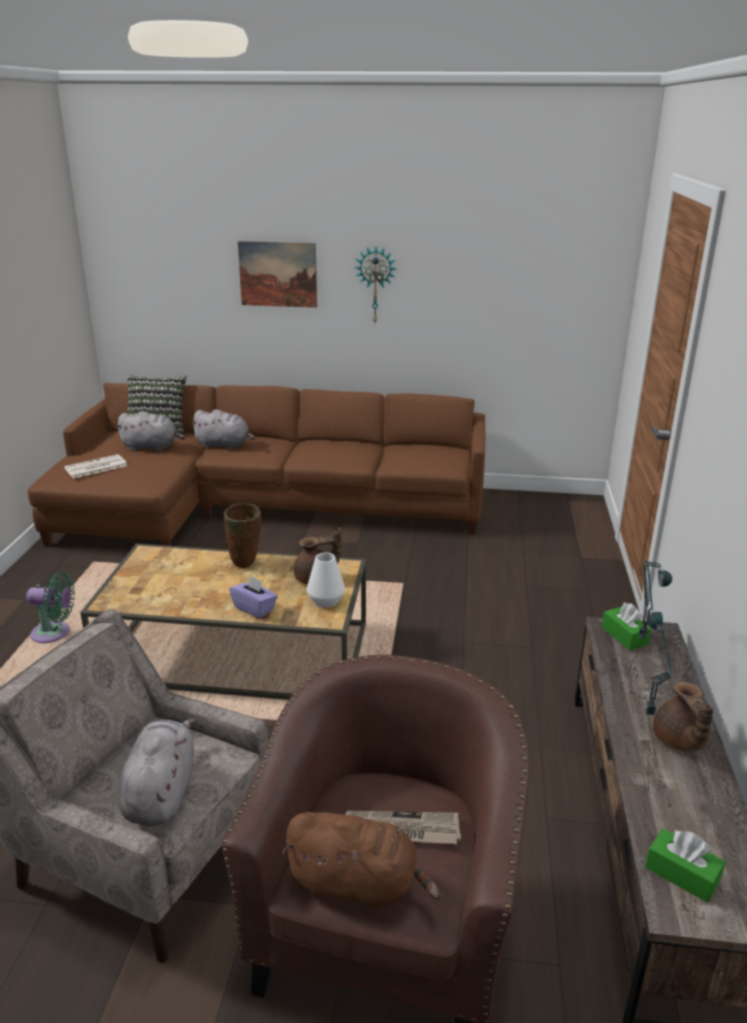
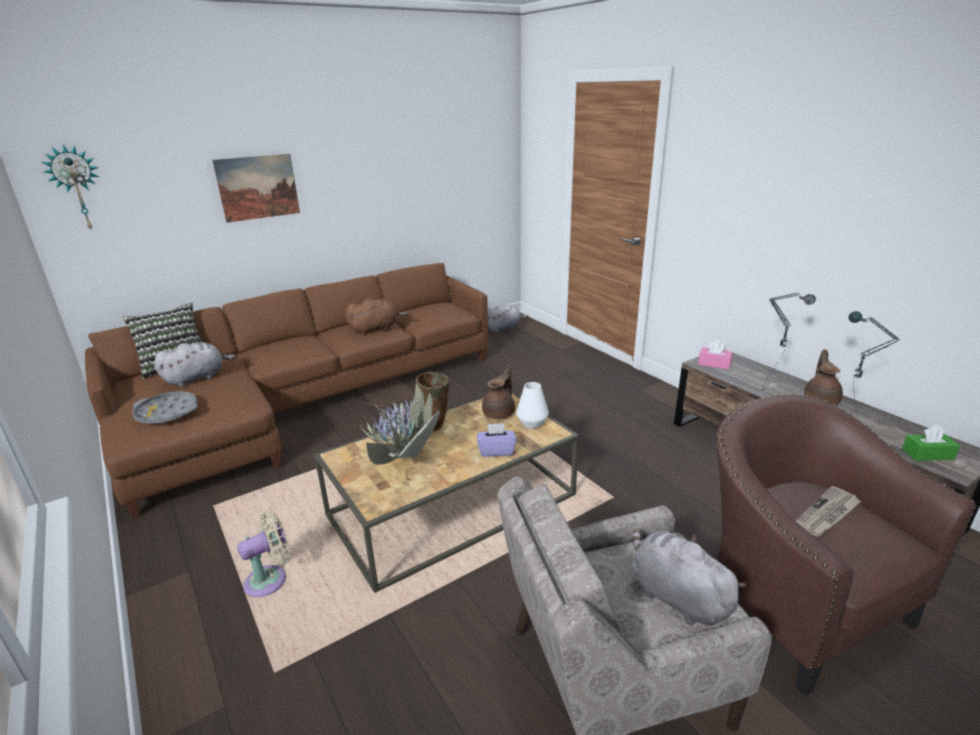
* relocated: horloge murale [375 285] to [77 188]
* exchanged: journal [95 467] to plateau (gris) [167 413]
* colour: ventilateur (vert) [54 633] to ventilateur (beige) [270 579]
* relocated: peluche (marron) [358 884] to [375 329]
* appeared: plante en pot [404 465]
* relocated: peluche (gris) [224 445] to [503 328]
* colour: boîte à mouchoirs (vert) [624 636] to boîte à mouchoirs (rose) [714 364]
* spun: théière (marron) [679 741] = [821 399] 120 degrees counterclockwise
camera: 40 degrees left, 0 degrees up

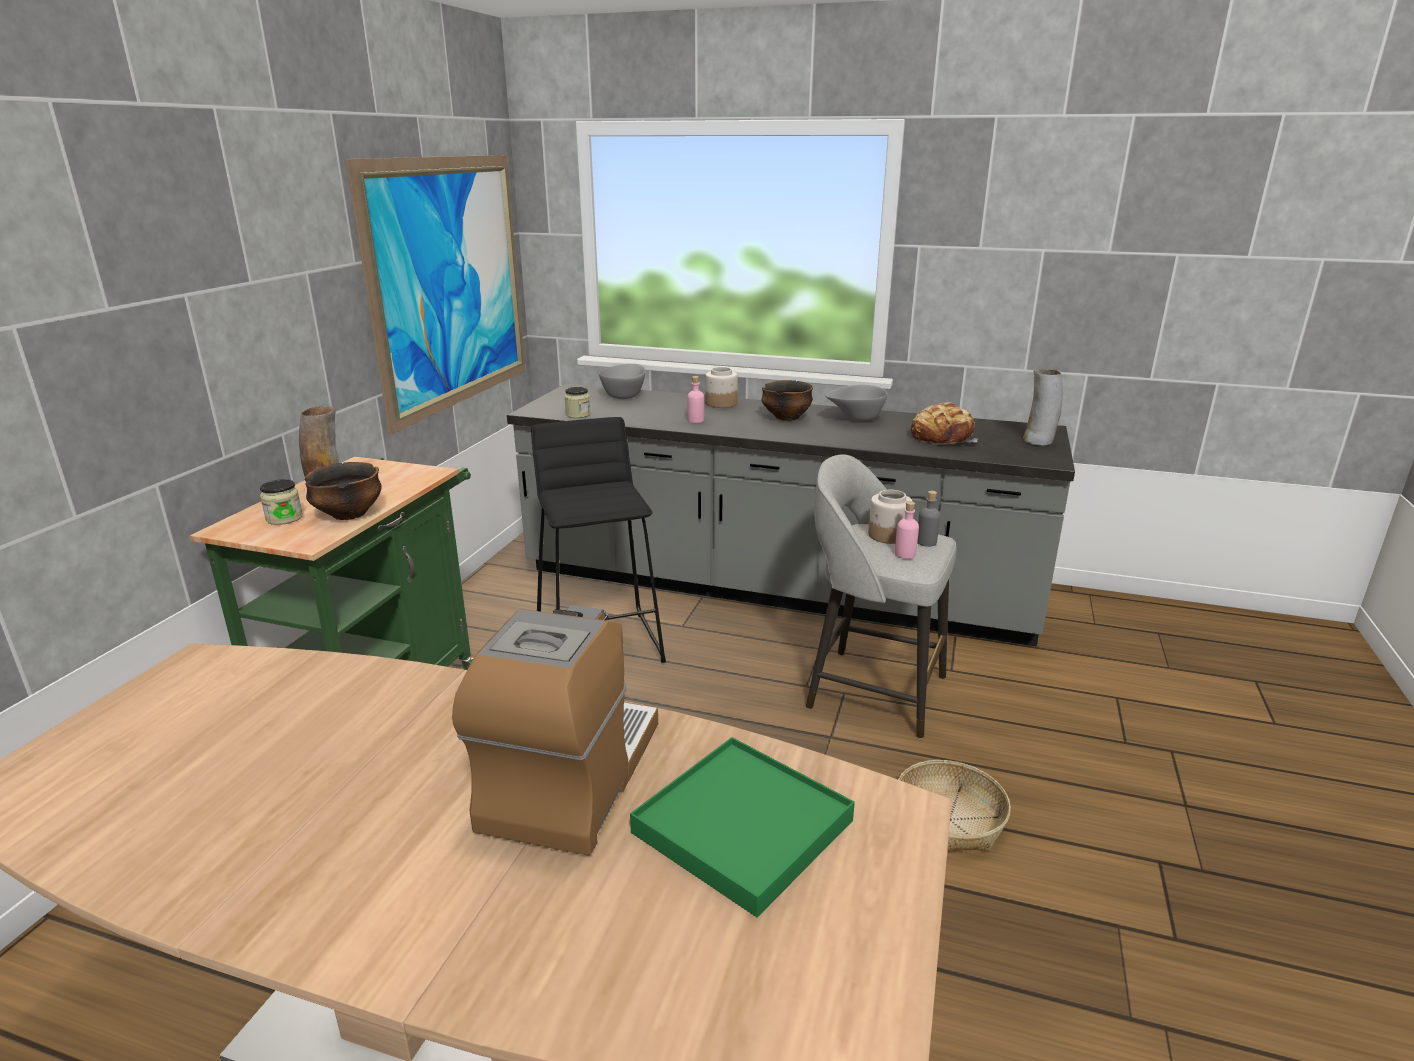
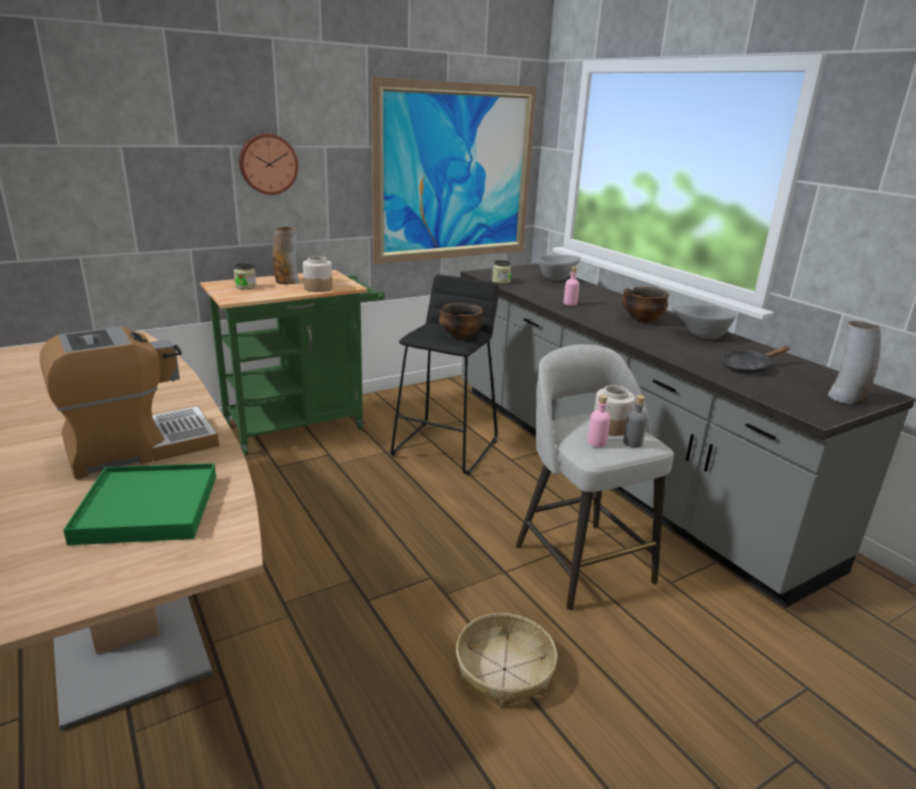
* appeared: horloge murale [268 164]
* relocated: bocal [720 403] to [317 288]
* relocated: bol [349 515] to [460 335]
* exchanged: pain [942 437] to poêle (noir) [748 367]
camera: 40 degrees right, 0 degrees up

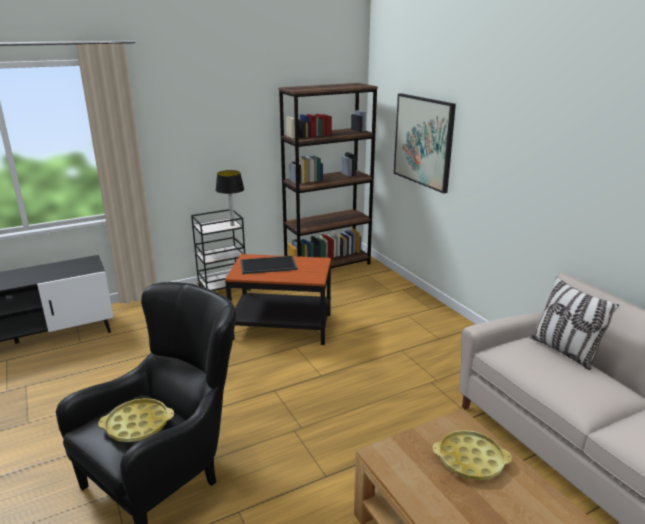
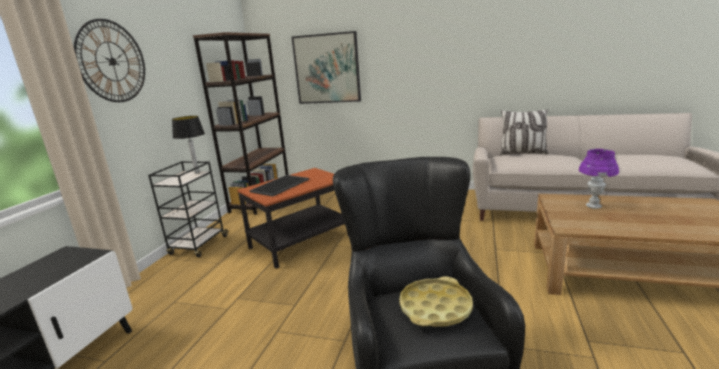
* appeared: horloge murale [112 61]
* exchanged: plateau (jaune) [470 460] to lampe de table (violet) [593 206]
camera: 45 degrees left, 5 degrees down

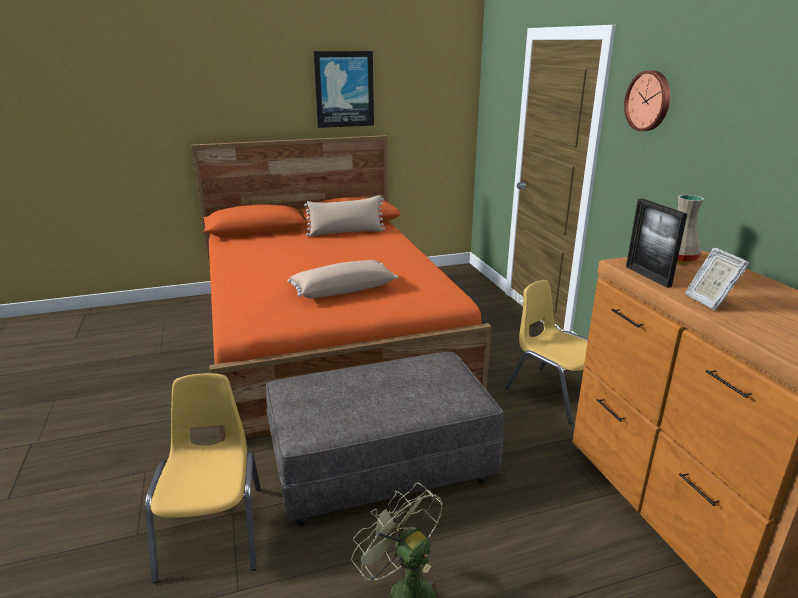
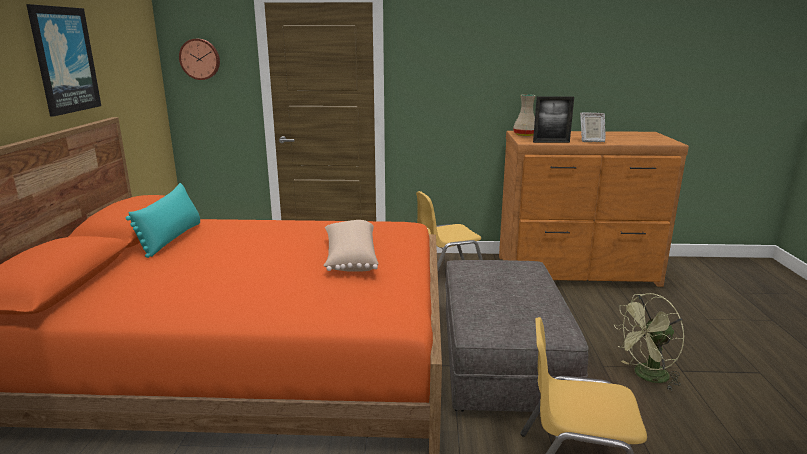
* colour: coussin (beige) [346 232] to coussin (turquoise) [171 238]
* relocated: horloge murale [649 101] to [200 59]
camera: 70 degrees left, 5 degrees down

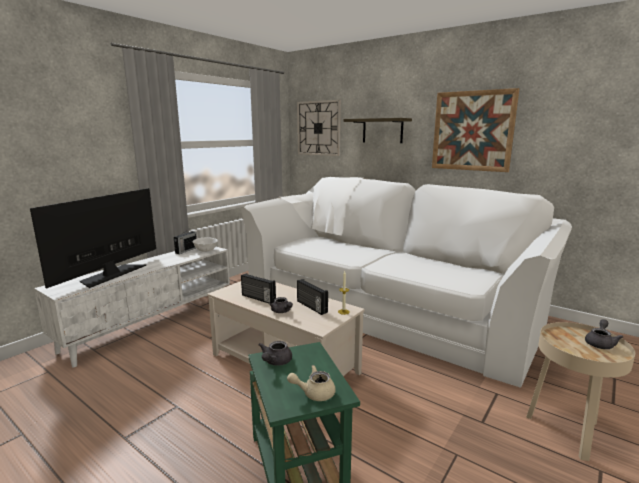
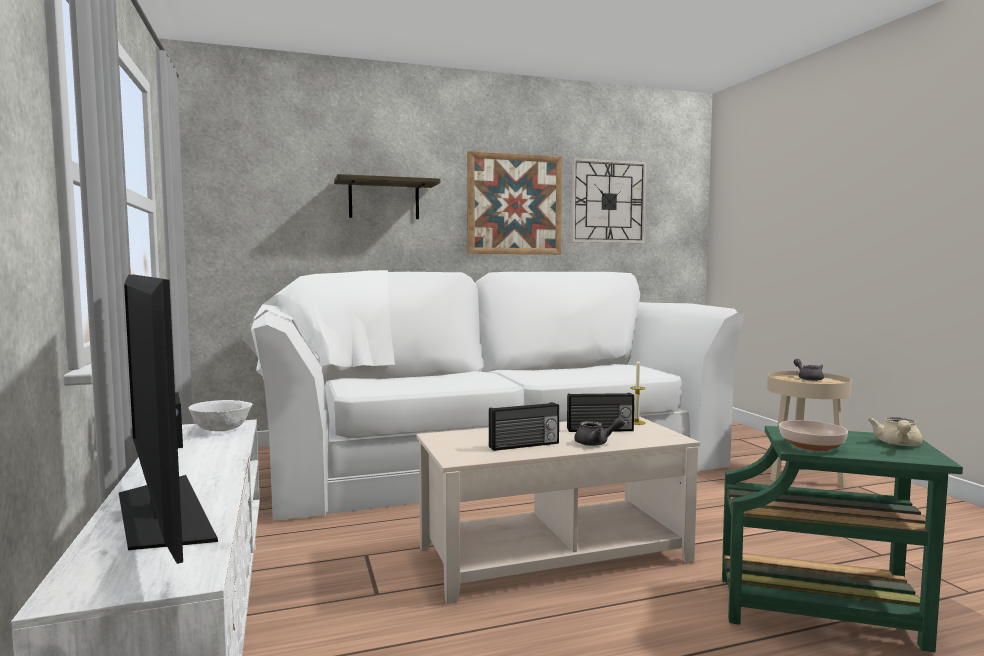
* relocated: horloge murale [318 128] to [608 201]
* exchanged: théière (gris) [275 362] to bol [813 446]
camera: 55 degrees left, 10 degrees down

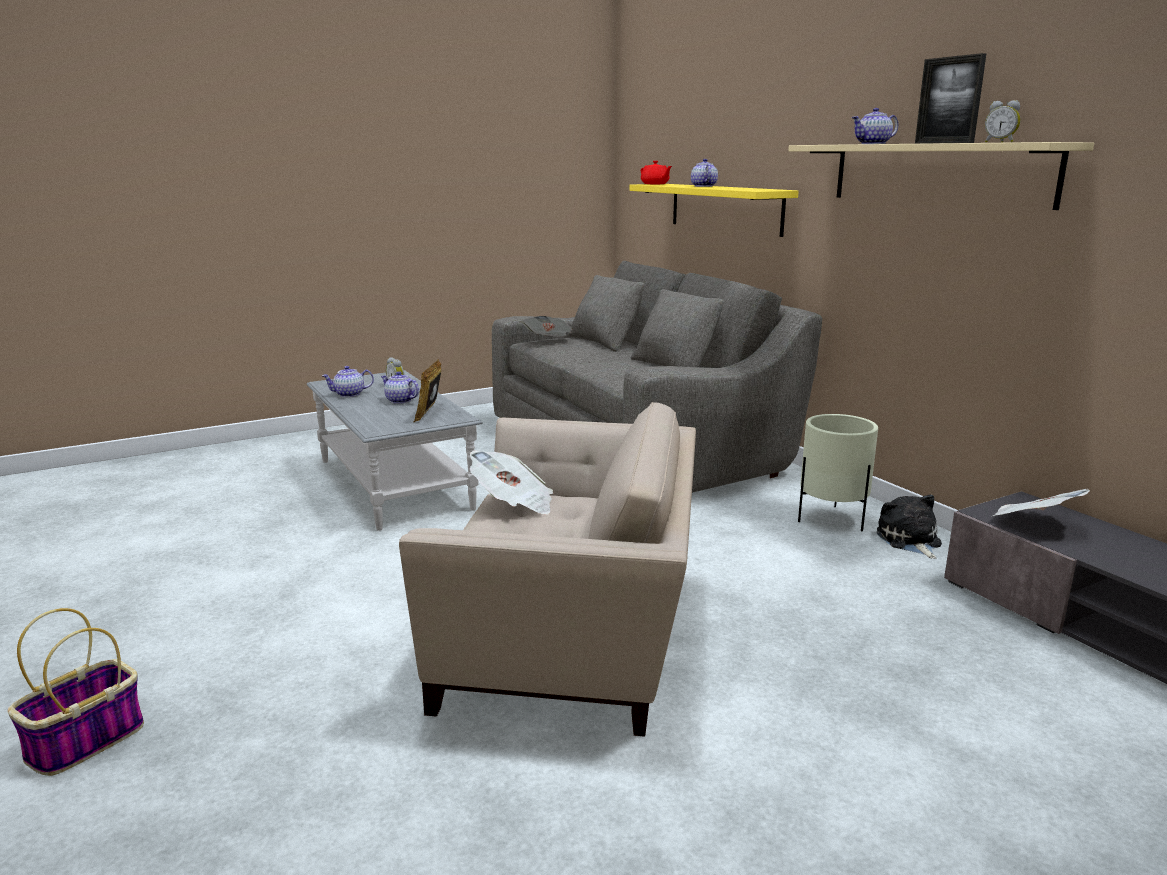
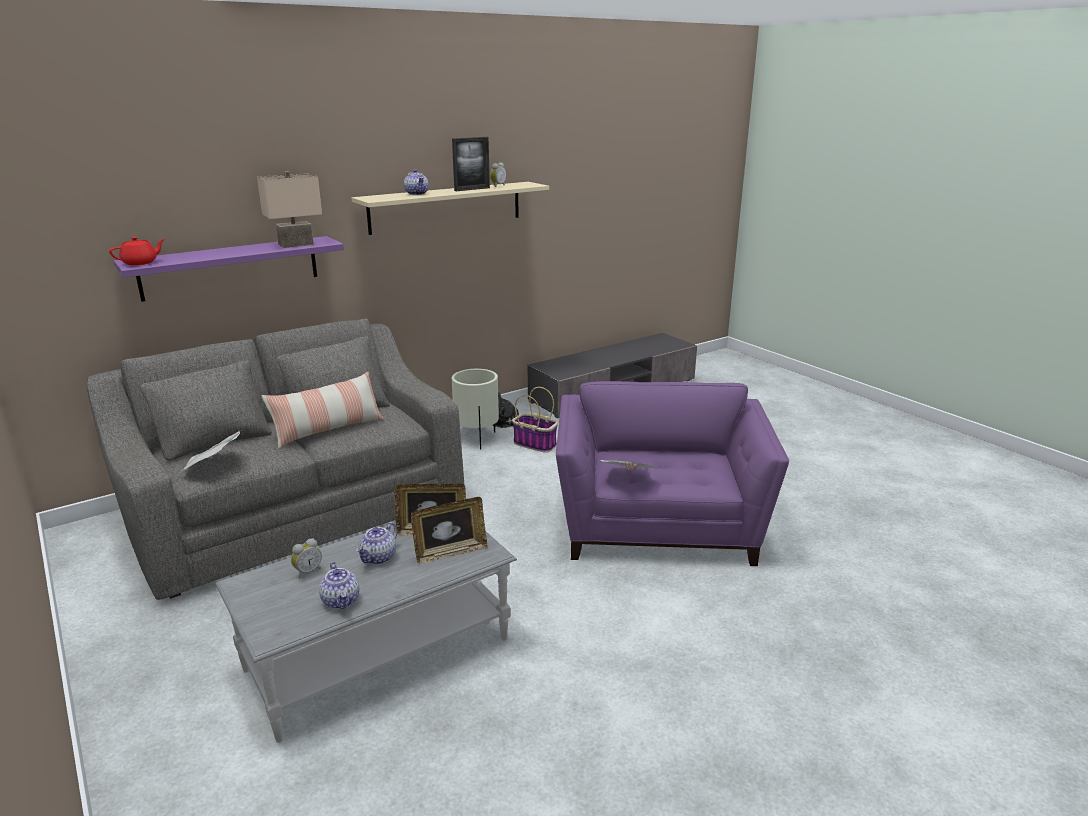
* colour: étagère (jaune) [725 208] to étagère (violet) [230 267]
* appeared: lampe de table (beige) [296 244]
* appeared: coussin [328 430]
* appeared: cadre photo [450 552]
* relocated: panier [85 742] to [536 444]
* colour: fauteuil (beige) [573 639] to fauteuil (violet) [659 523]
* missing: théière [703 186]
* missing: journal [1033 523]
camera: 95 degrees left, 5 degrees up

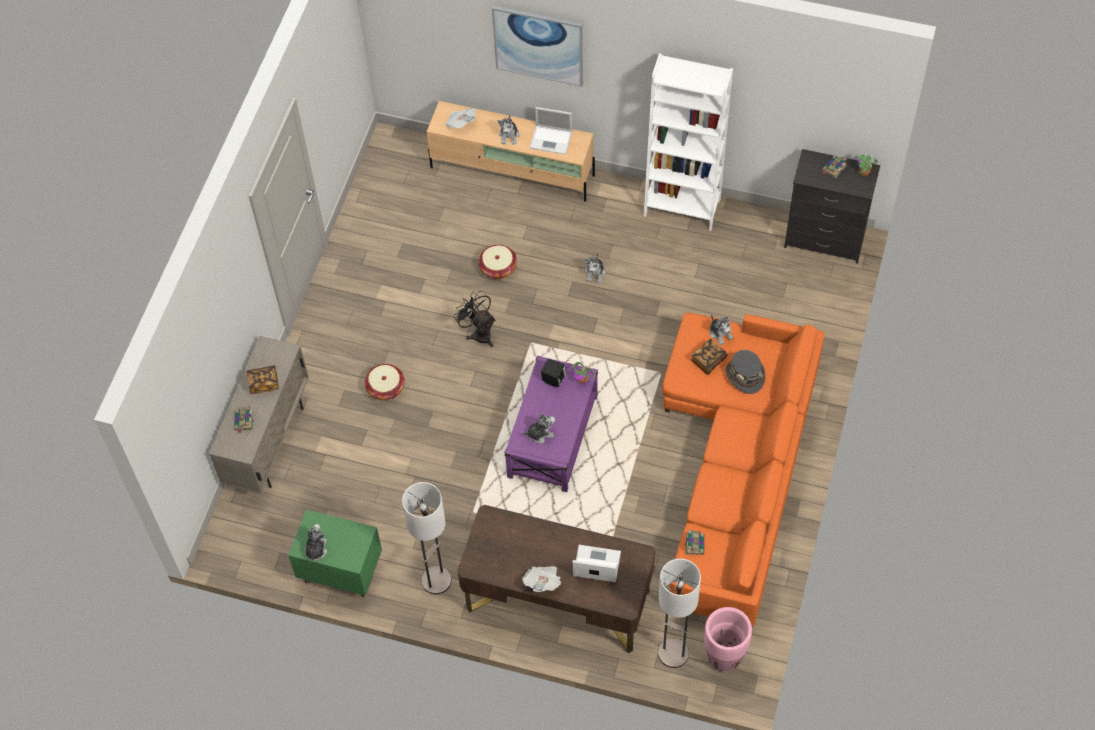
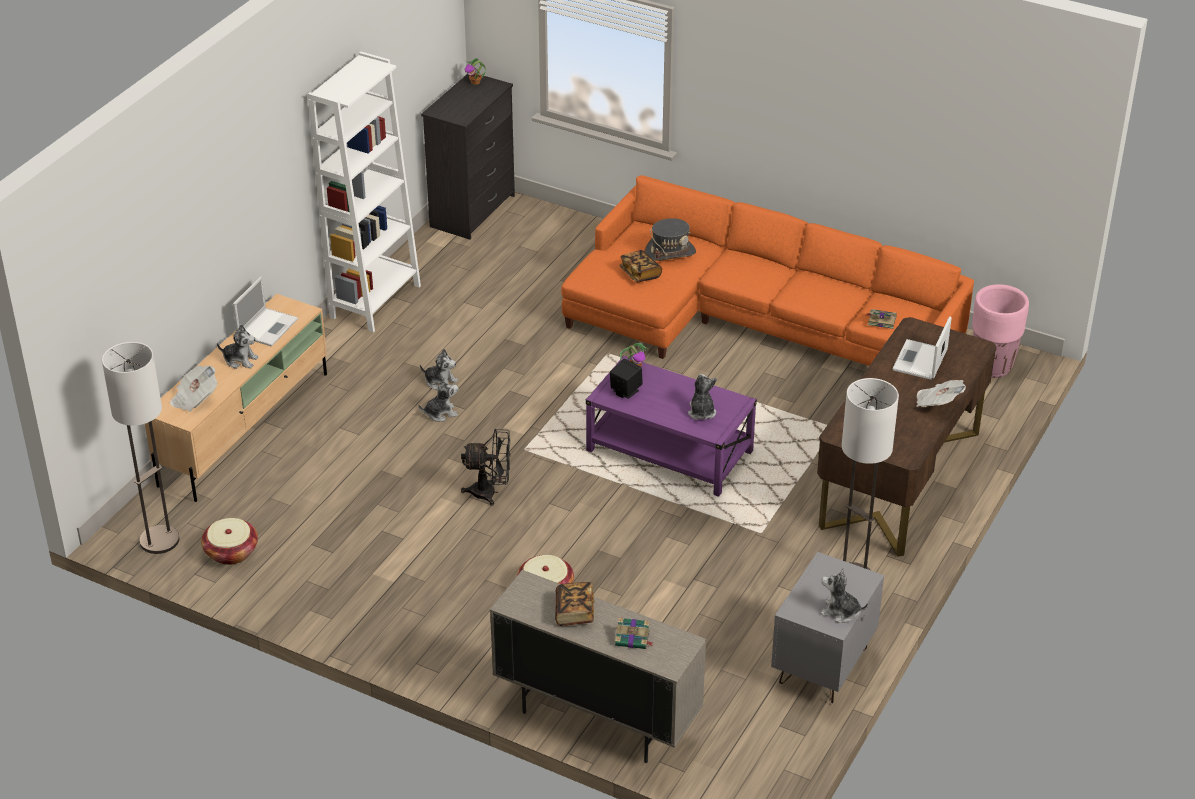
* relocated: lampadaire [673 653] to [159 541]
* relocated: panier [498 268] to [231 552]
* relocated: peluche [720 333] to [440 413]
* spun: ventilateur (noir) [479 332] = [490 492] 150 degrees counterclockwise
* colour: table de chevet (vert) [341 572] to table de chevet (gris) [823 667]
* missing: tableau [538 45]
* missing: livre [833 168]
camera: 80 degrees left, 20 degrees down

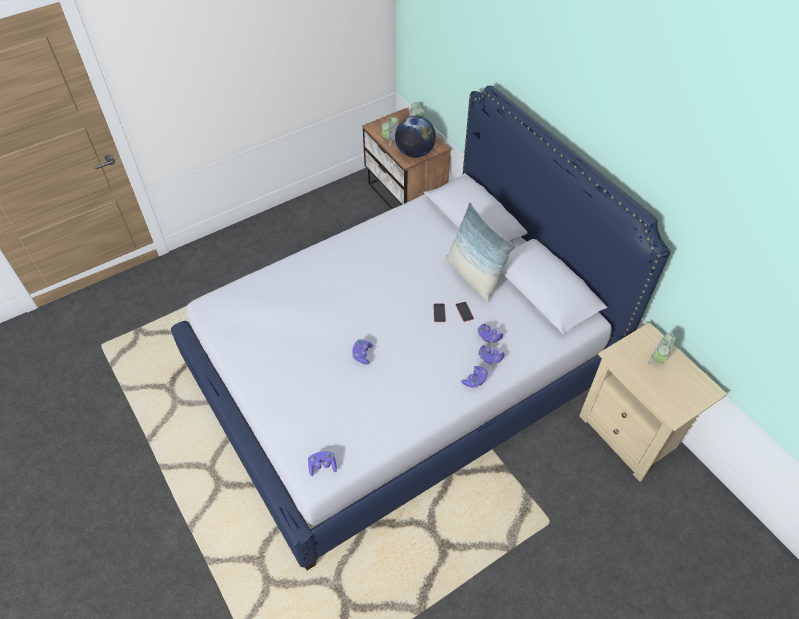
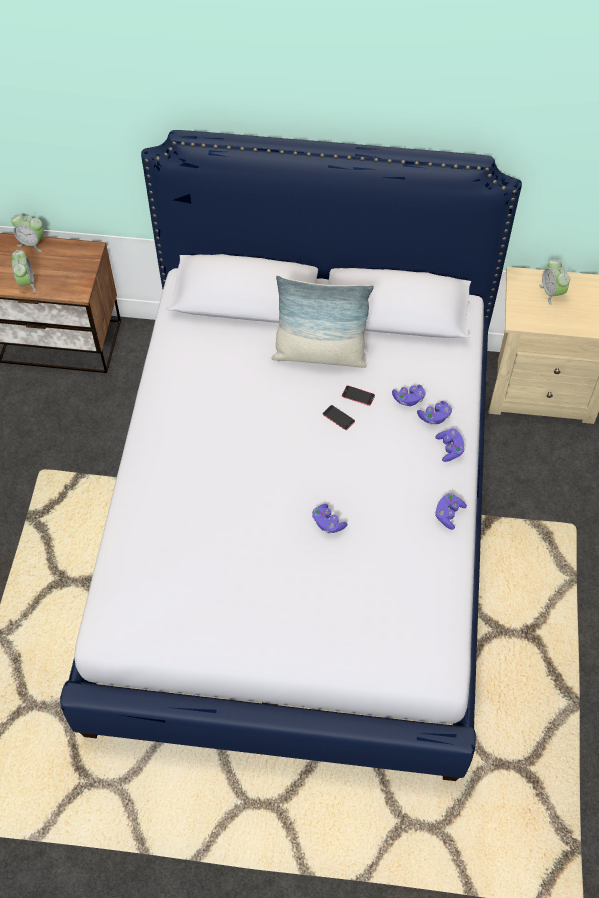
* relocated: manette (violet) [322 466] to [448 514]
* missing: globe [415 153]
camera: 50 degrees left, 5 degrees up

